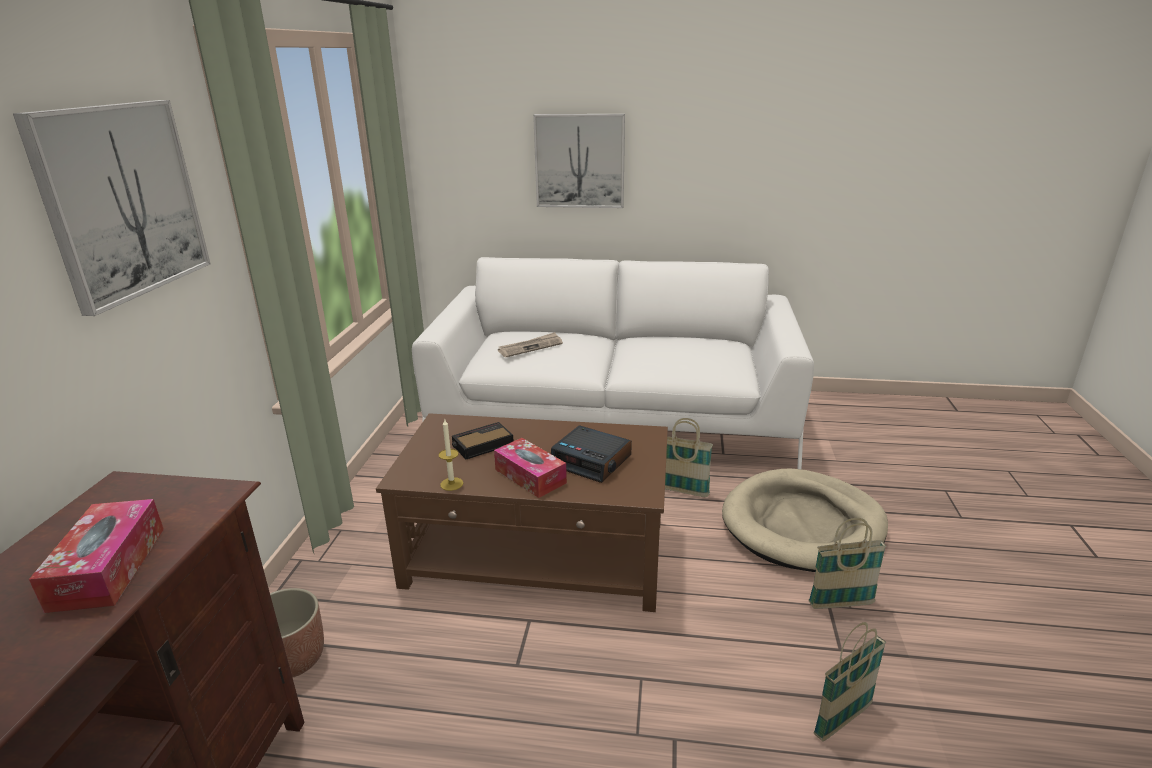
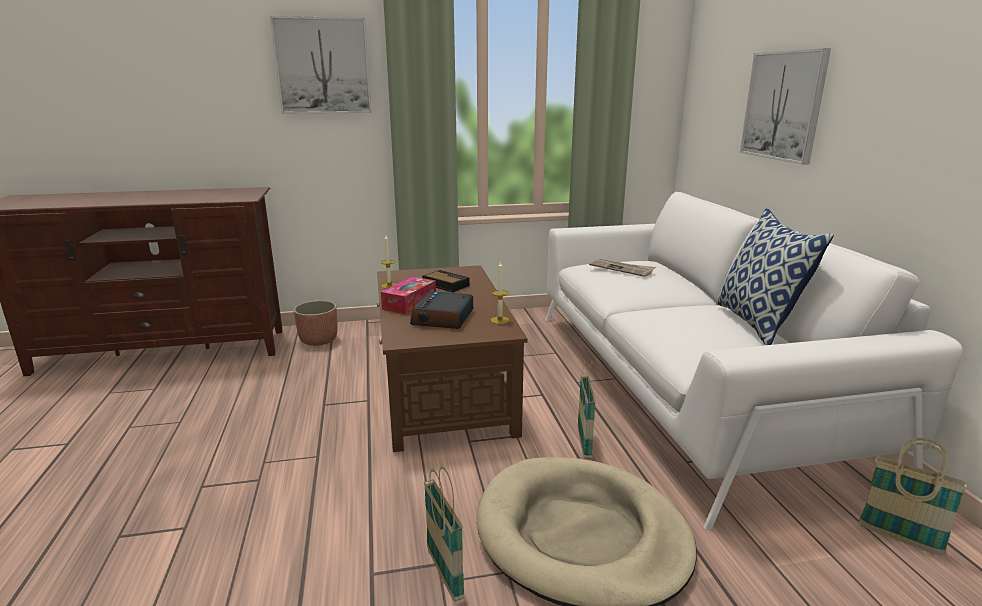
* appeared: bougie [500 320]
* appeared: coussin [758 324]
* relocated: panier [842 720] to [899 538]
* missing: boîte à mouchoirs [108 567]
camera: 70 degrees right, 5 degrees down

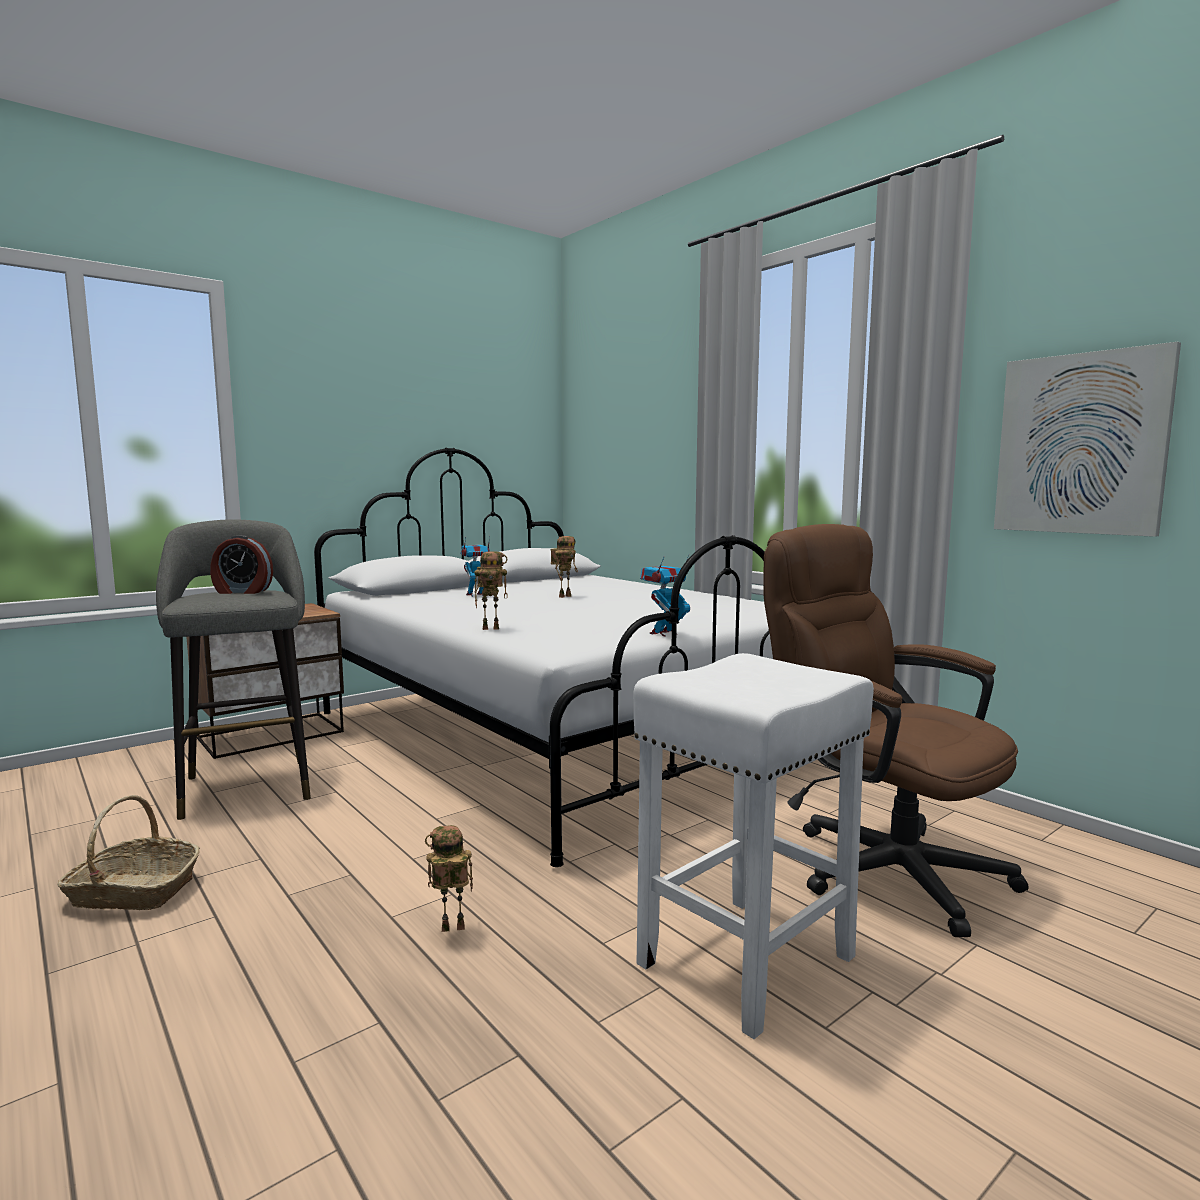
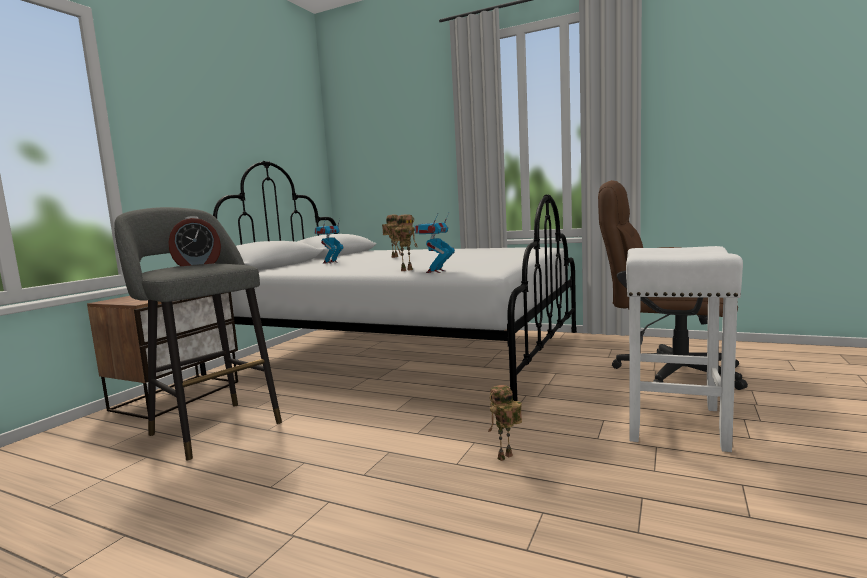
* relocated: robot jouet [664 633] to [435 271]
* missing: panier [133 892]
* missing: tableau [1081 444]
camera: 25 degrees left, 0 degrees up

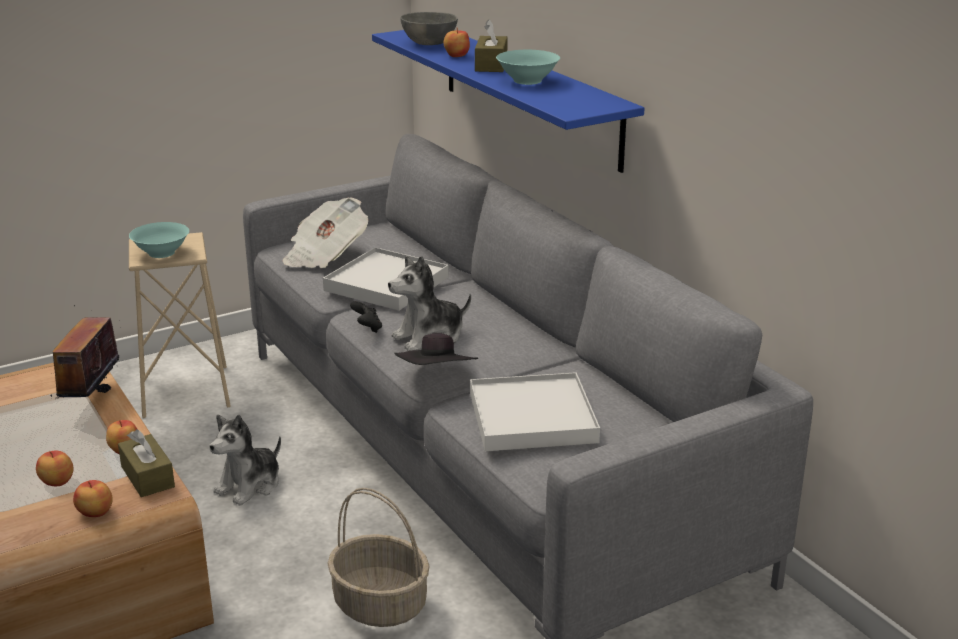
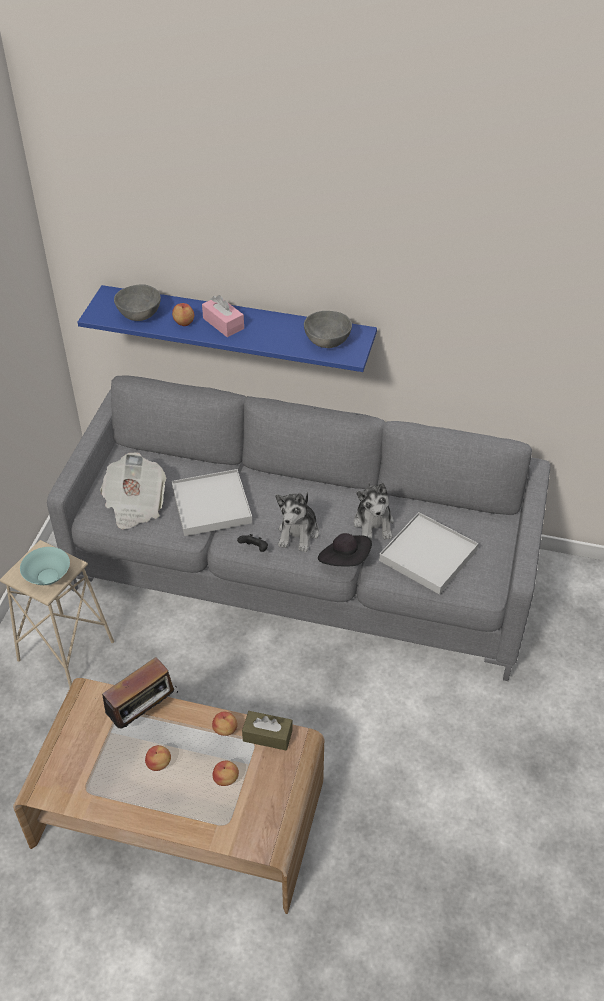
* spun: radio [90 400] = [143 713] 90 degrees counterclockwise
* relocated: pomme [95 513] to [159 764]
* colour: boîte à mouchoirs (marron) [491 65] to boîte à mouchoirs (rose) [223 323]
* appeared: bol (gris) [326 342]
* relocated: peluche [250 485] to [374 524]
* missing: panier [381 604]
* missing: bol (turquoise) [527 81]
camera: 45 degrees left, 20 degrees up

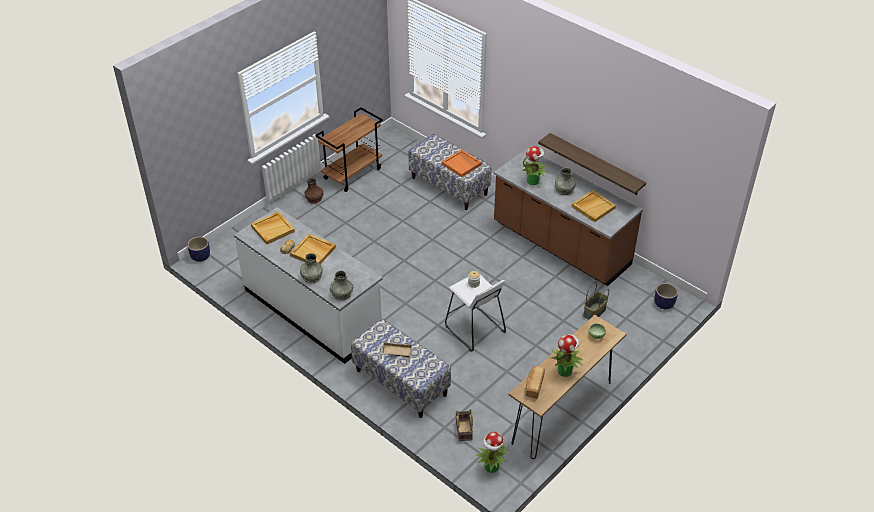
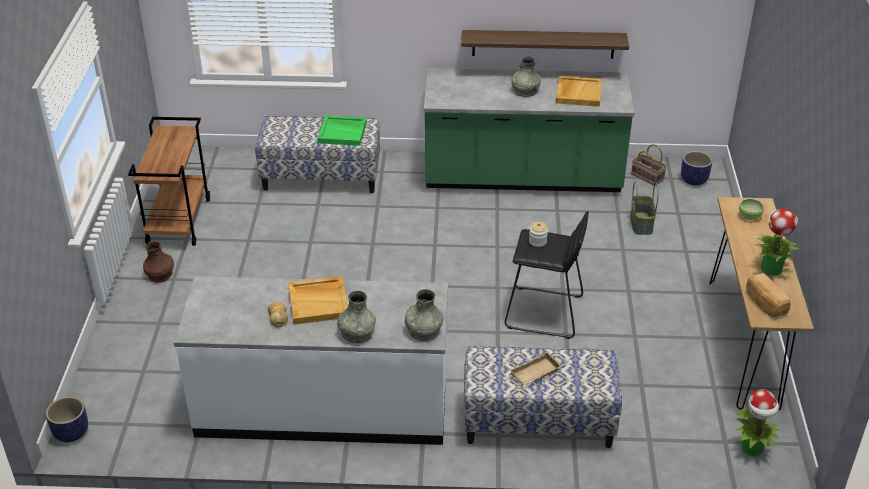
* colour: plateau (orange) [462 164] to plateau (vert) [343 132]
* colour: comptoir de cuisine (marron) [560 245] to comptoir de cuisine (vert) [522 177]
* colour: tabouret (blanc) [474 329] to tabouret (noir) [544 313]
* relocated: panier [464 431] to [648 177]
* missing: plateau (beige) [273 229]
* missing: plante en pot [533 181]
camera: 40 degrees left, 5 degrees down

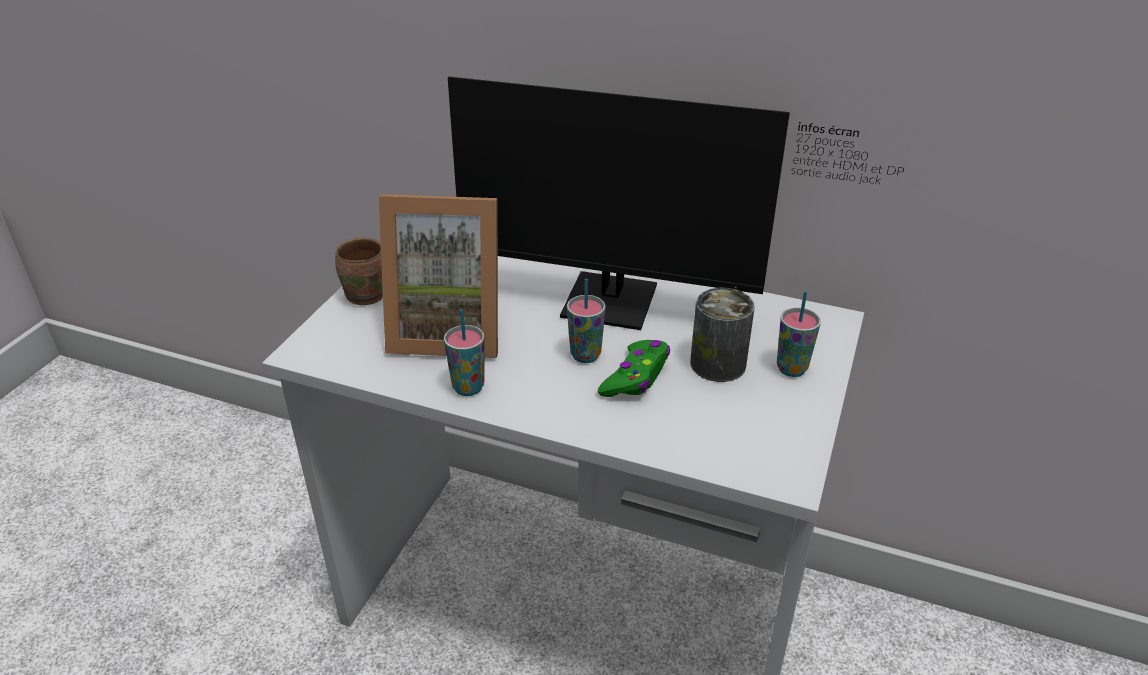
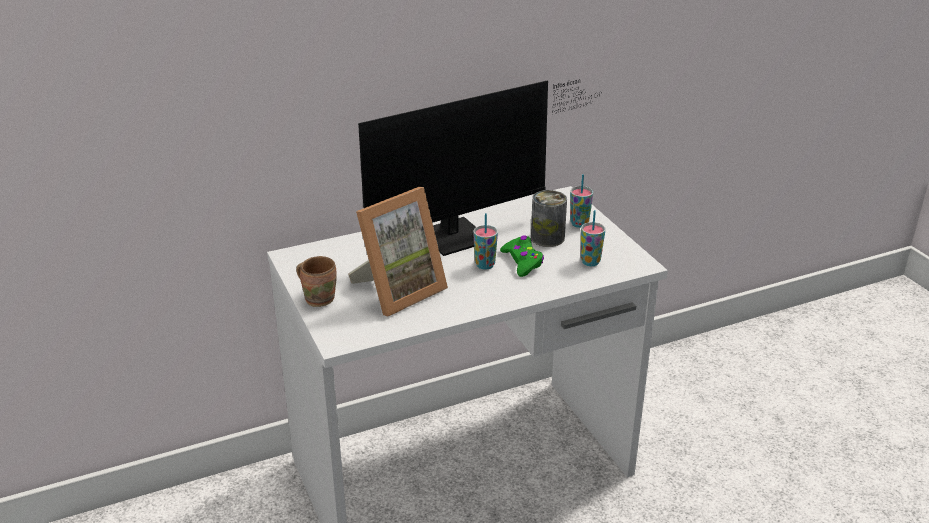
* relocated: tasse [468 387] to [590 262]
camera: 45 degrees left, 5 degrees down

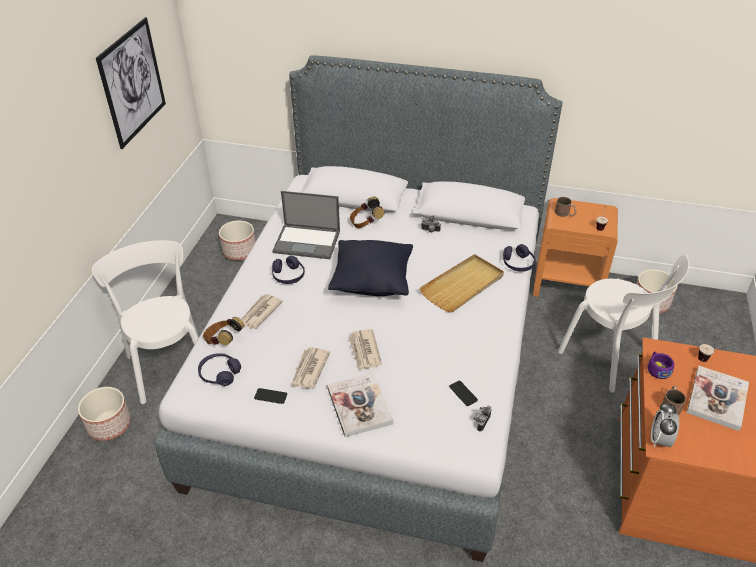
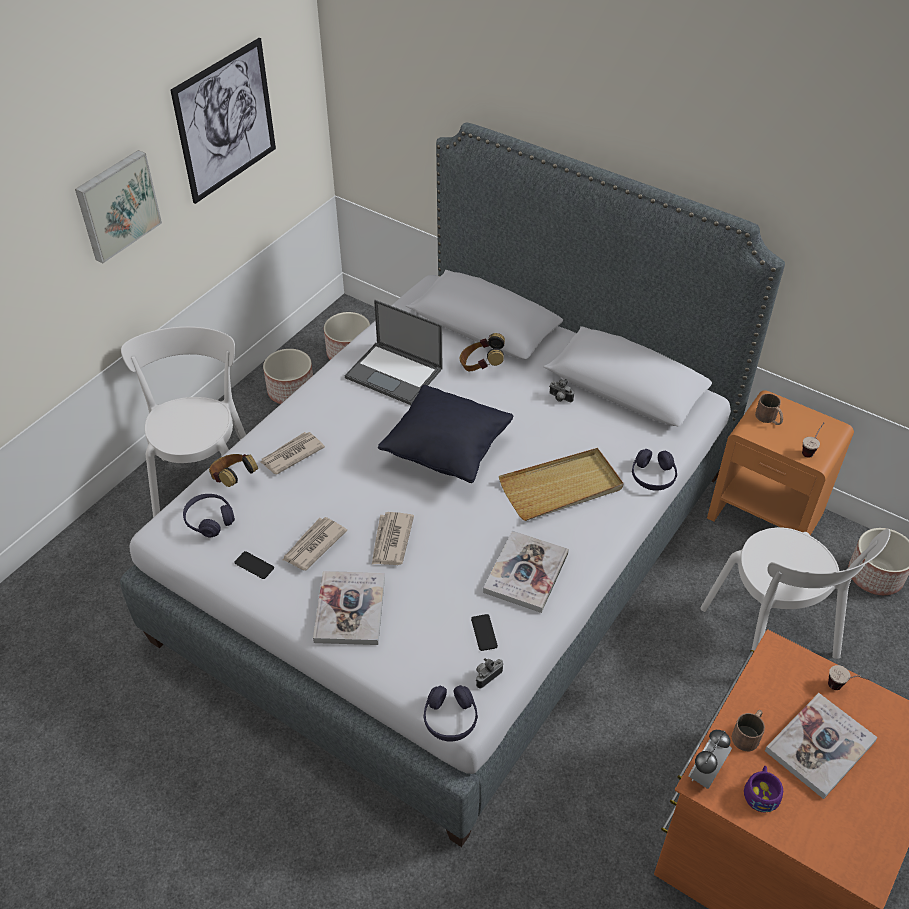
* appeared: tableau [116 205]
* relocated: cache-pot [109 424] to [291 391]
* relocated: casque audio (violet) [288 276] to [450 719]
* appeared: livre [526 573]
* relocated: tasse (violet) [657 369] to [761 793]
camera: 20 degrees right, 5 degrees up

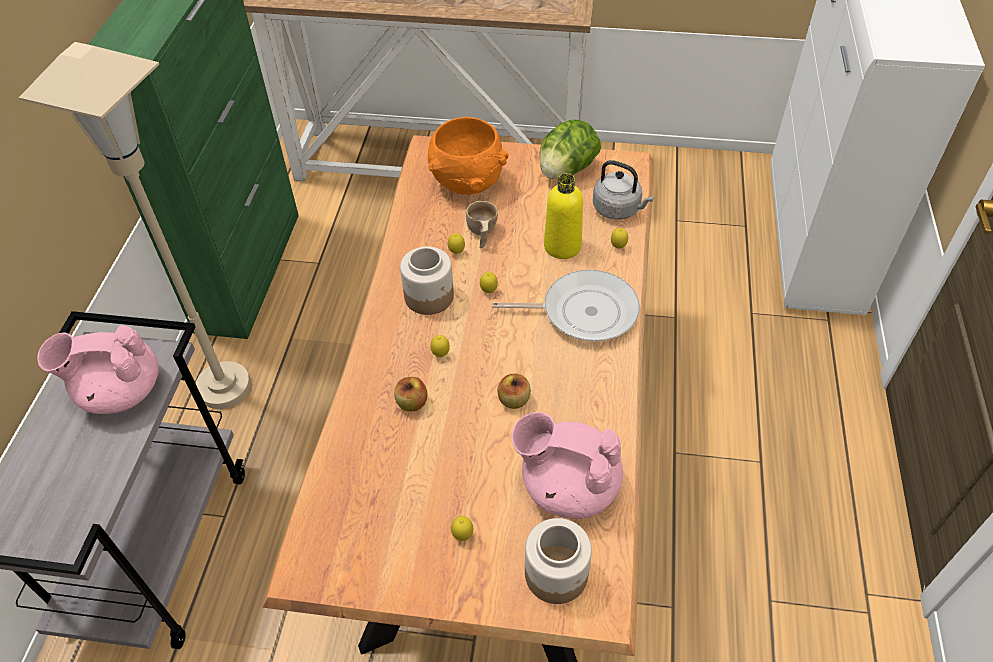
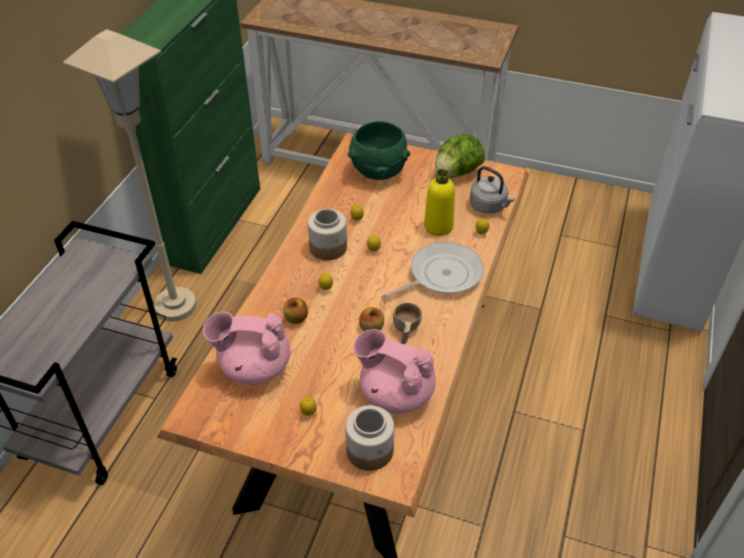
* relocated: théière (rose) [120 391] to [254 366]
* colour: bol (orange) [467 183] to bol (vert) [378 172]
* spun: poêle [583 311] = [441 275] 45 degrees counterclockwise
* relocated: tasse (beige) [481 234] to [405 332]
camera: 10 degrees right, 5 degrees down

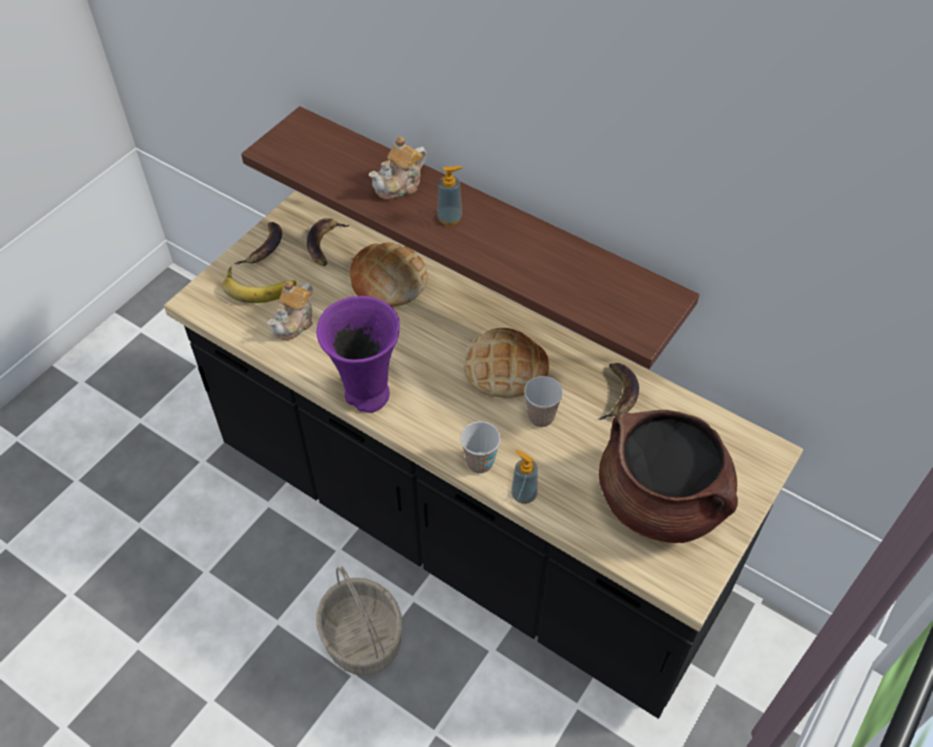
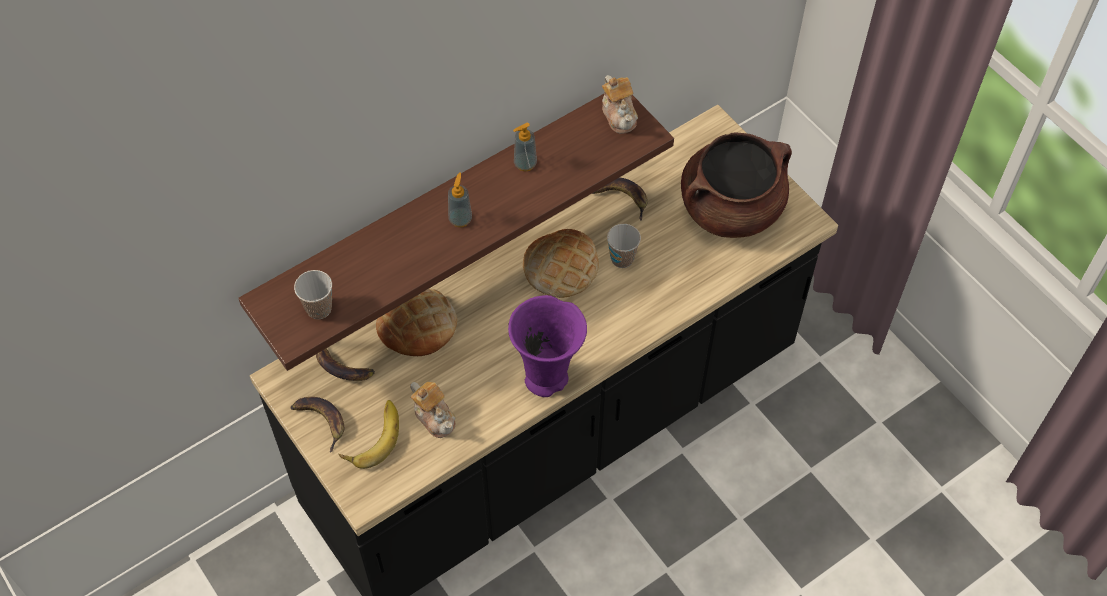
* relocated: tasse [479 462] to [319 309]
* relocated: distributeur de savon [523 494] to [525 164]
* relocated: théière [400 185] to [619 115]
* missing: panier [364 639]
camera: 70 degrees left, 5 degrees up

